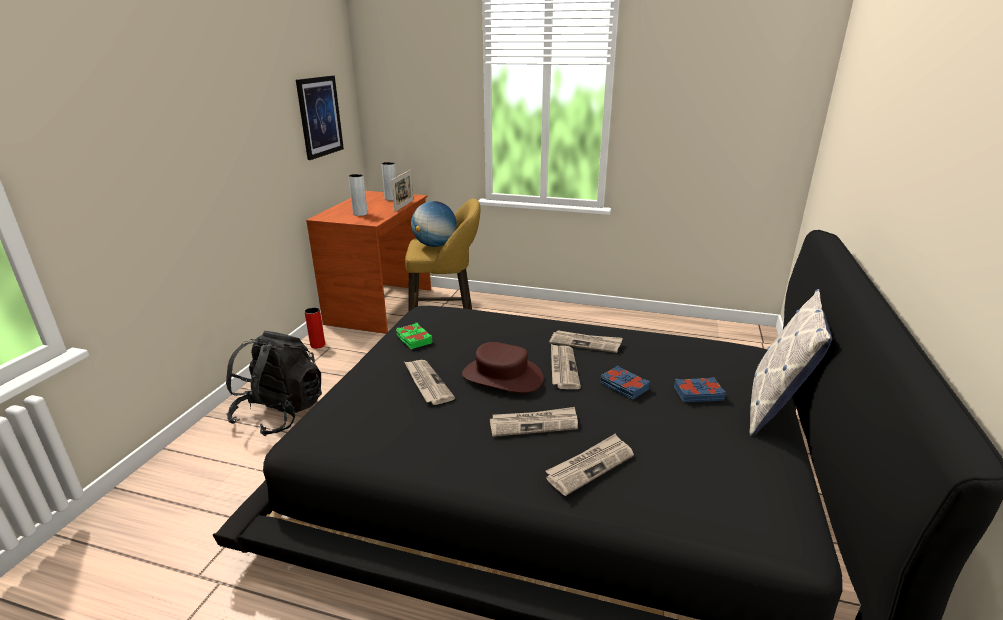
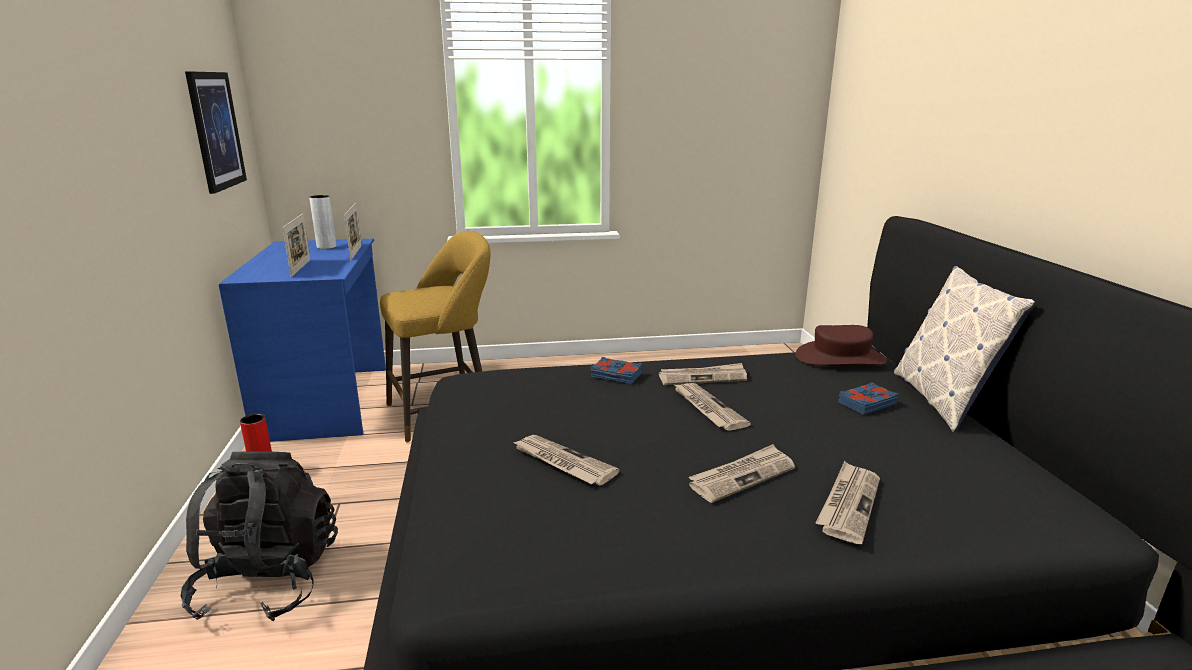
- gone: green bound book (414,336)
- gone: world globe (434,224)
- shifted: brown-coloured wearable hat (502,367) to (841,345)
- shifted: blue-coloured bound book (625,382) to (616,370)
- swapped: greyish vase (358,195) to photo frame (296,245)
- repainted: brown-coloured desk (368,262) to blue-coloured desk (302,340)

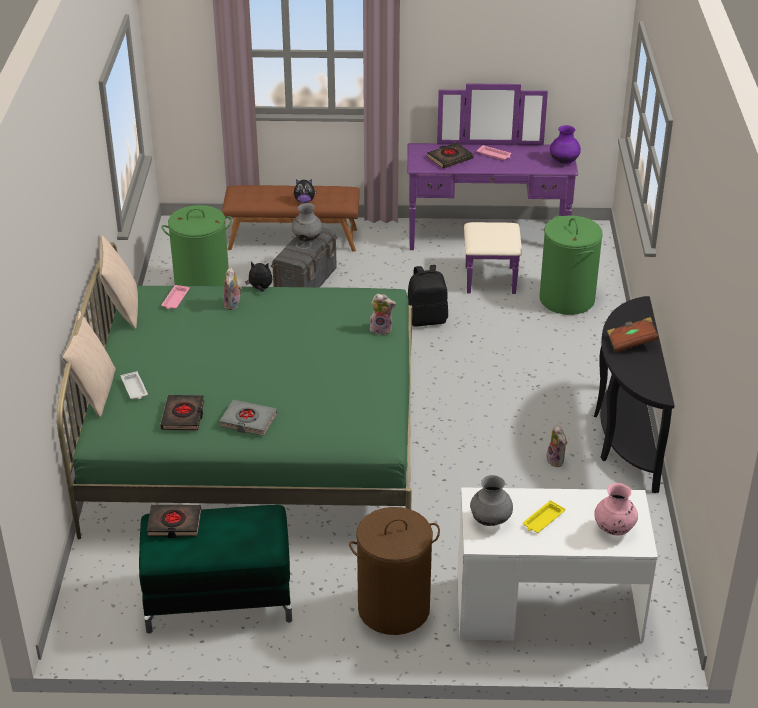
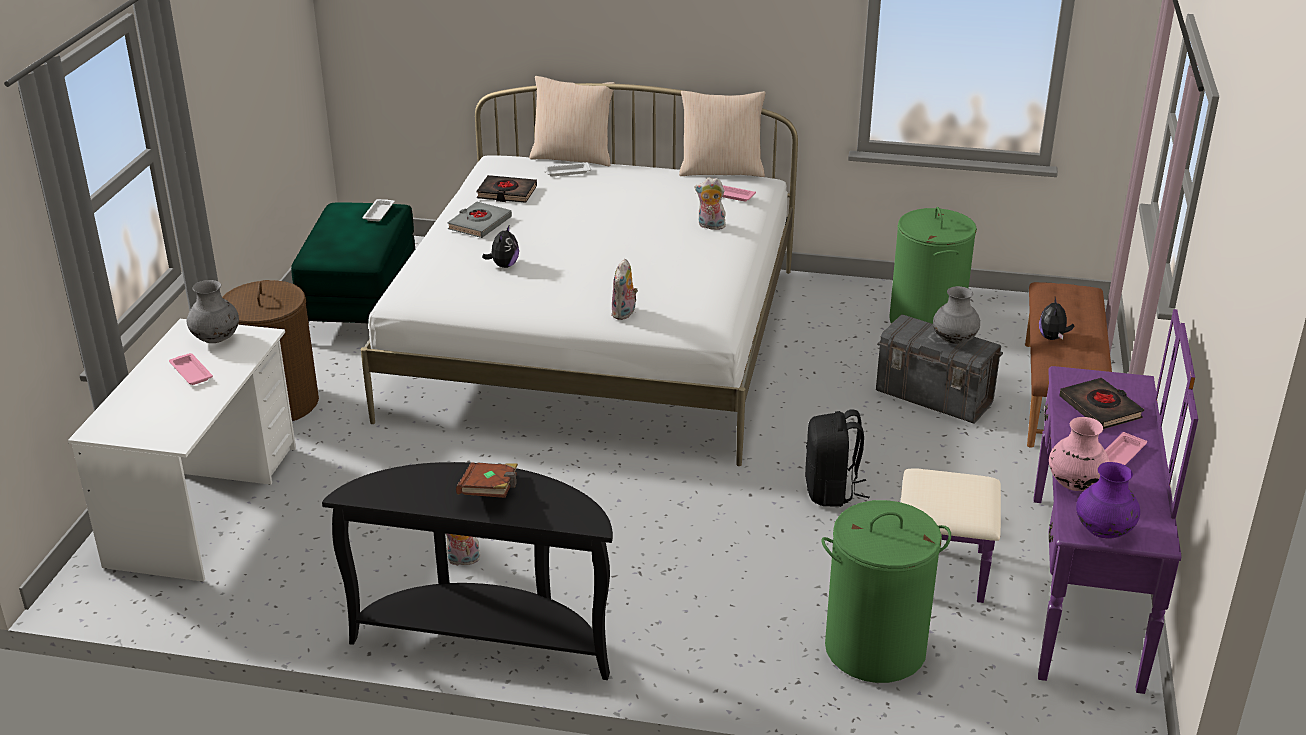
- shifted: soft toy (258,277) to (500,246)
- shifted: pink-coloured vase (616,509) to (1079,454)
- swapped: black bound book (174,521) to whitish serving tray (378,210)
- repainted: green bed (234,390) to whitish bed (579,274)
- repainted: yellowish serving tray (544,516) to pink-coloured serving tray (191,369)

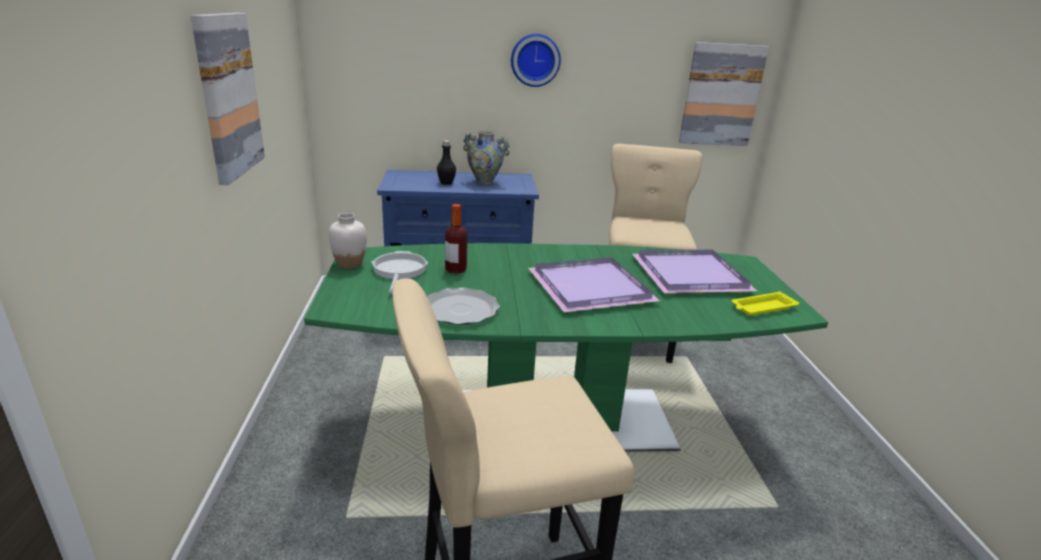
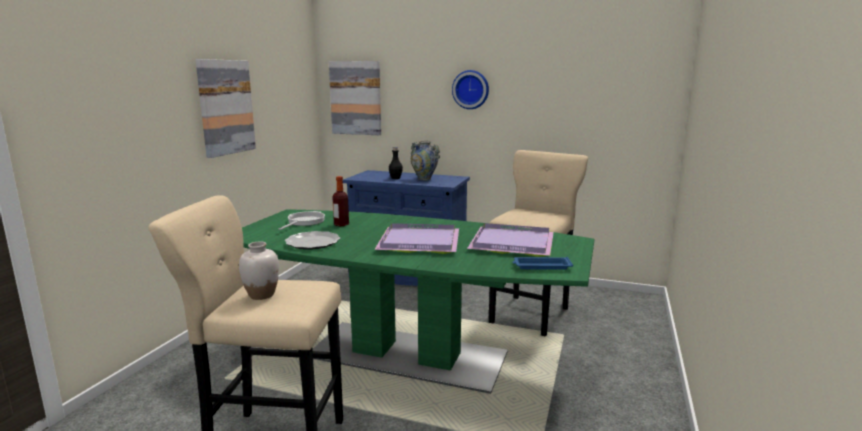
- shifted: whitish vase (348,241) to (259,270)
- shifted: wall picture (724,94) to (355,98)
- repainted: yellowish serving tray (765,303) to blue-coloured serving tray (542,263)

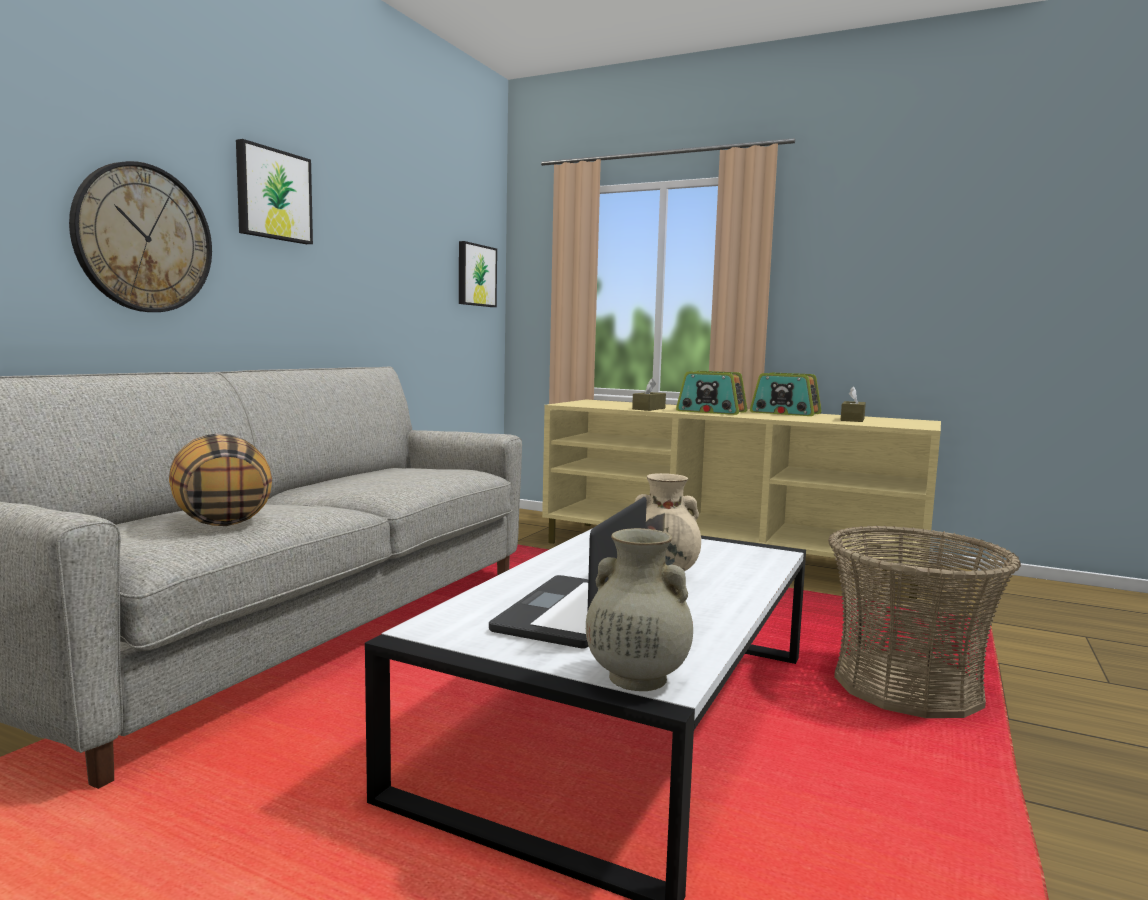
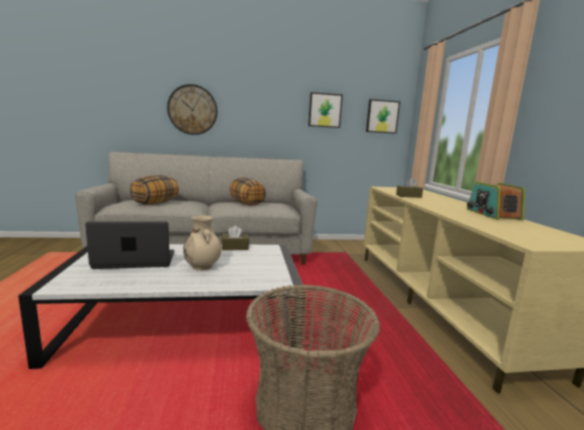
- gone: sand-coloured vase (639,609)
- gone: radio set (711,393)
- new: pillow (248,191)
- shifted: wall picture (274,191) to (325,110)
- shifted: brown-coloured tissue holder (853,404) to (235,238)

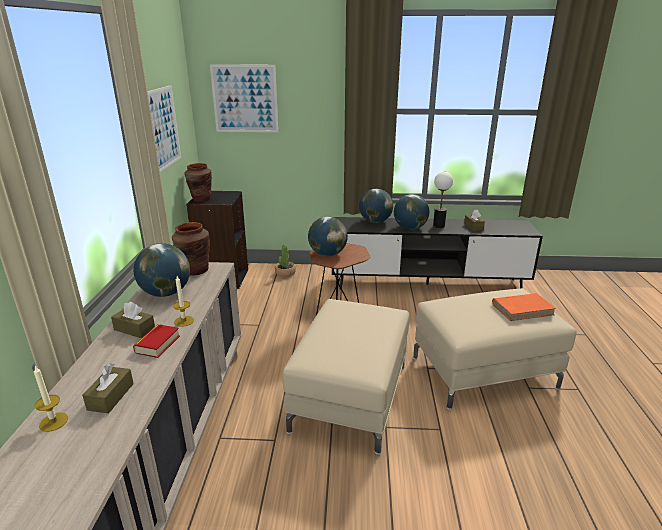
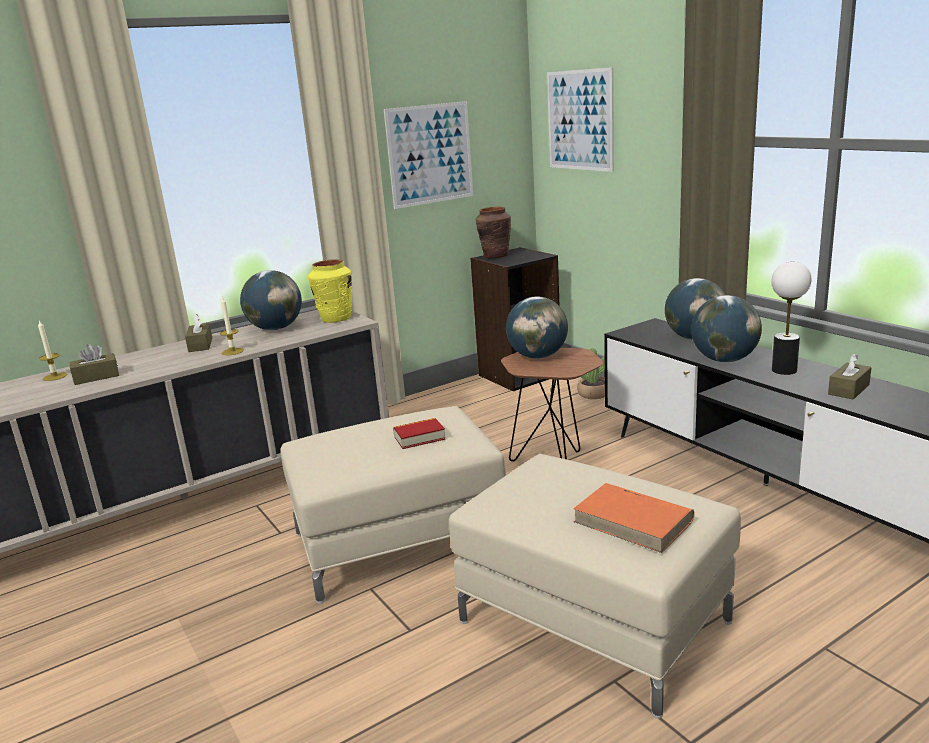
- shifted: bound book (156,341) to (419,433)
- repainted: brown-coloured vase (191,249) to yellowish vase (330,291)

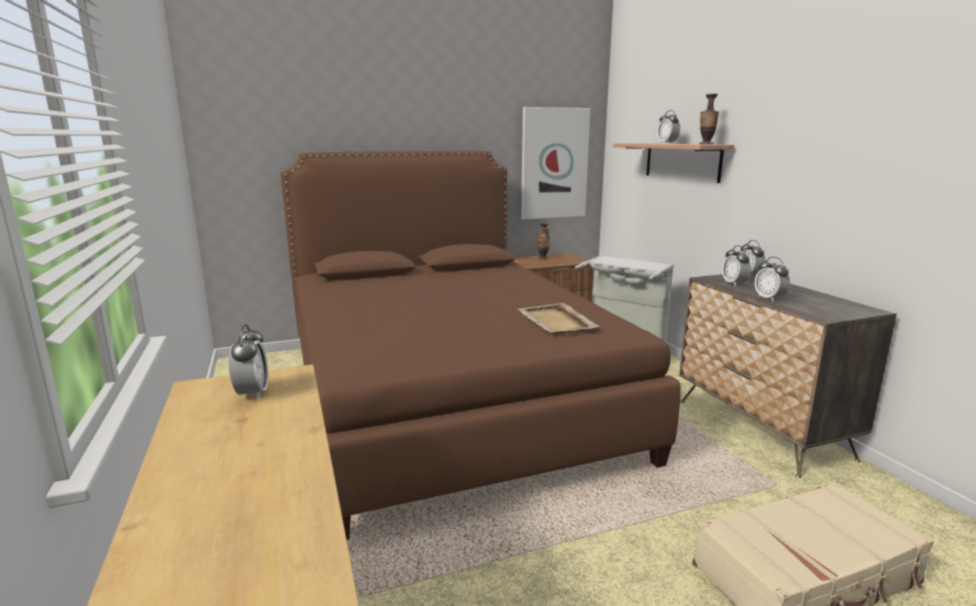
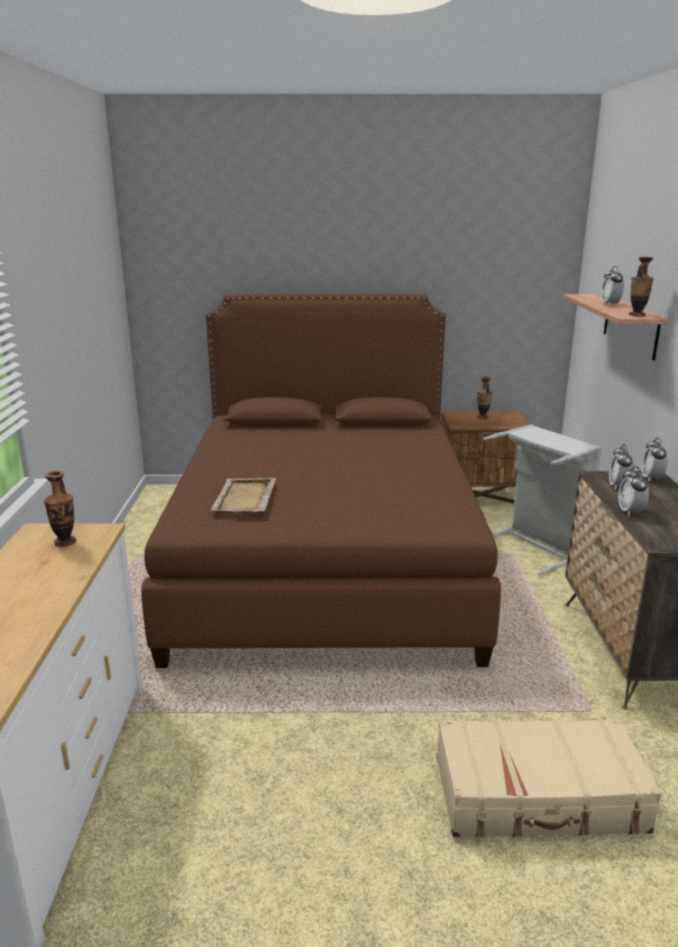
- gone: wall picture (555,163)
- shifted: sand-coloured serving tray (559,318) to (243,495)
- swapped: table clock (248,362) to vase (60,509)

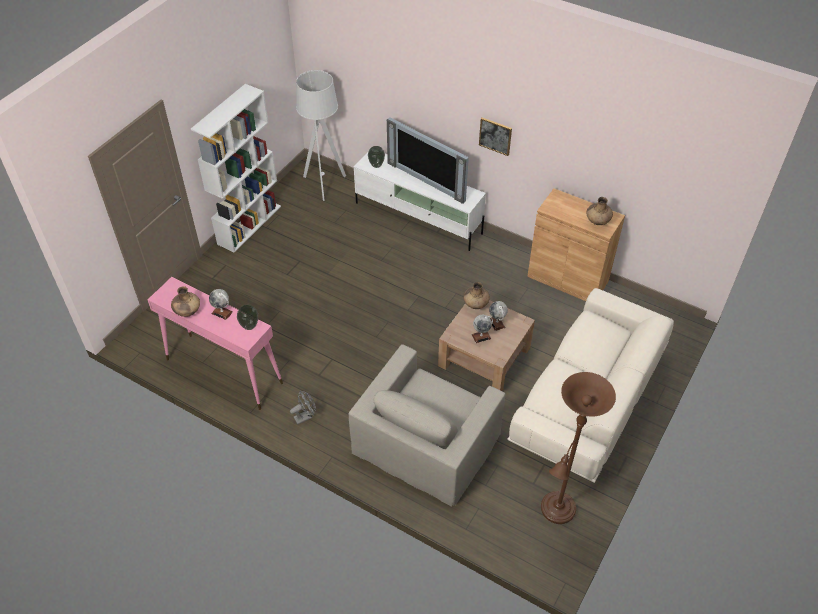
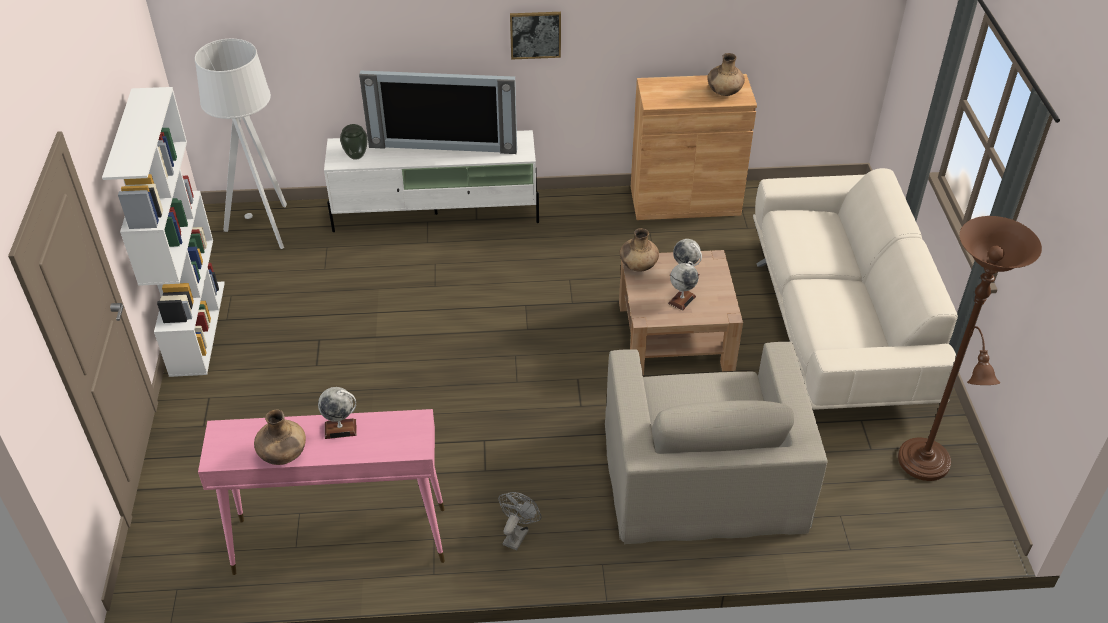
- gone: vase (247,317)

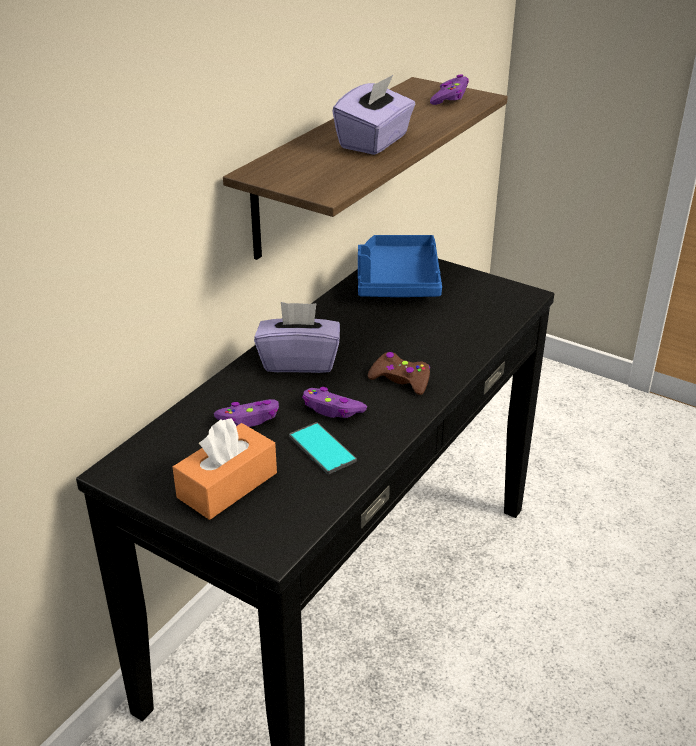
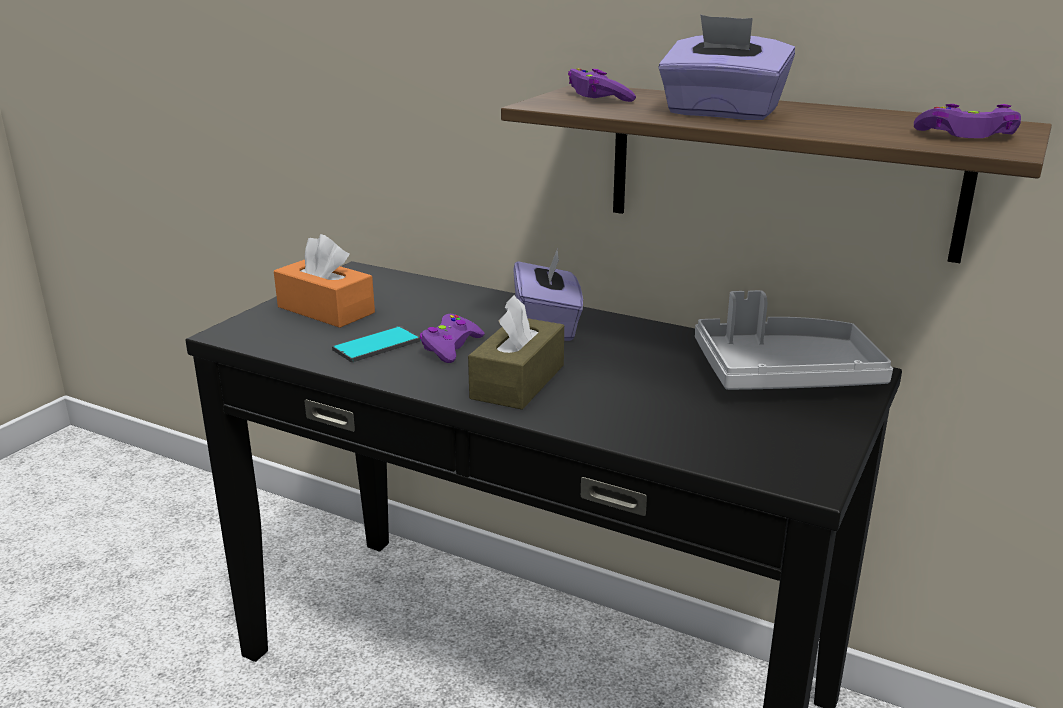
- shifted: purplish joypad (246,413) to (602,85)
- swapped: brown-coloured joypad (399,373) to brown-coloured tissue holder (516,352)
- repainted: blue-coloured serving tray (400,266) to greyish serving tray (794,340)

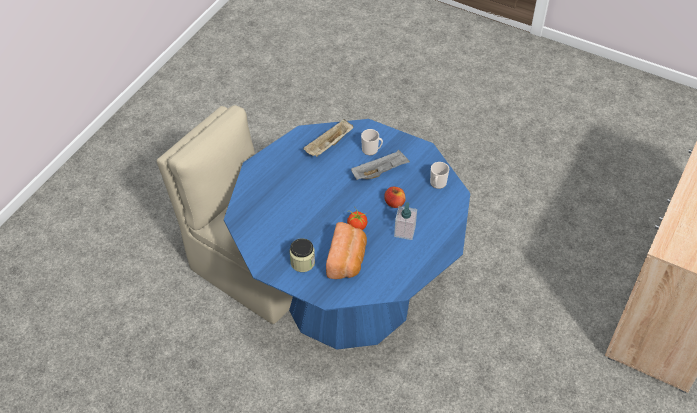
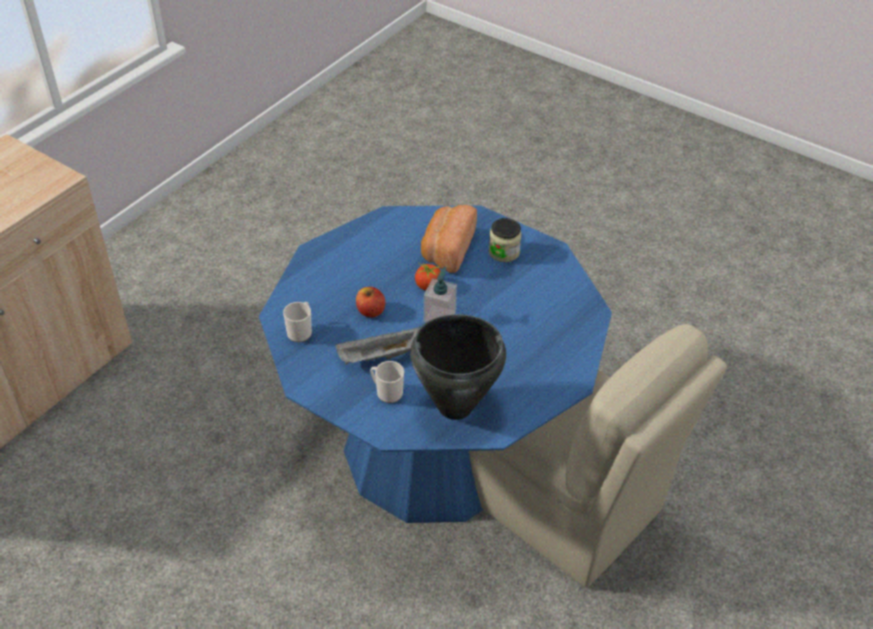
- shifted: liquid soap bottle (405,221) to (440,295)
- swapped: sand-coloured serving tray (328,138) to black cooking pot (458,367)

